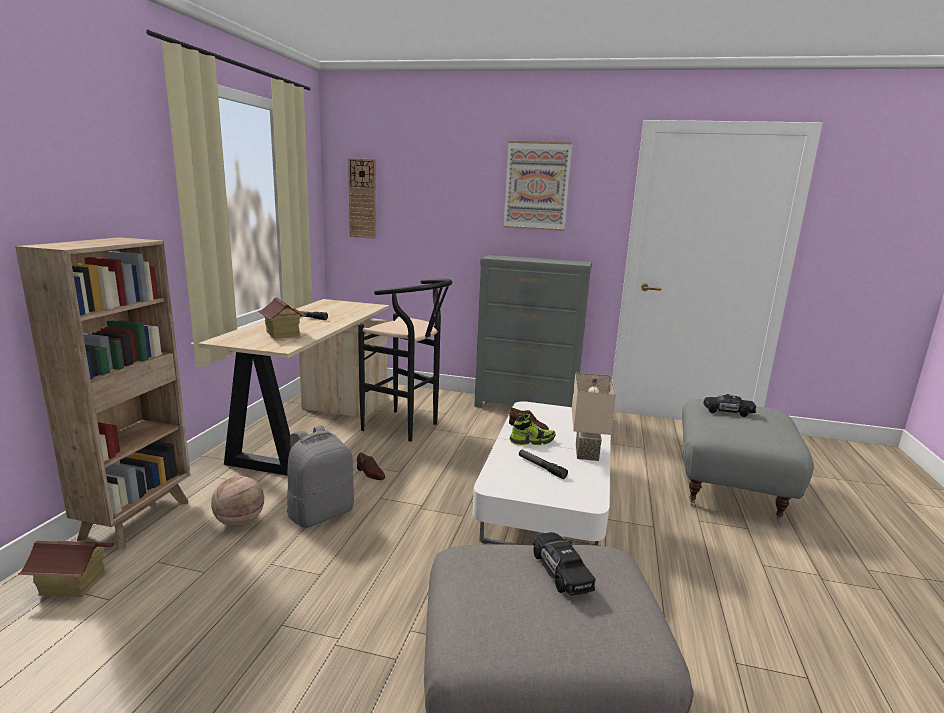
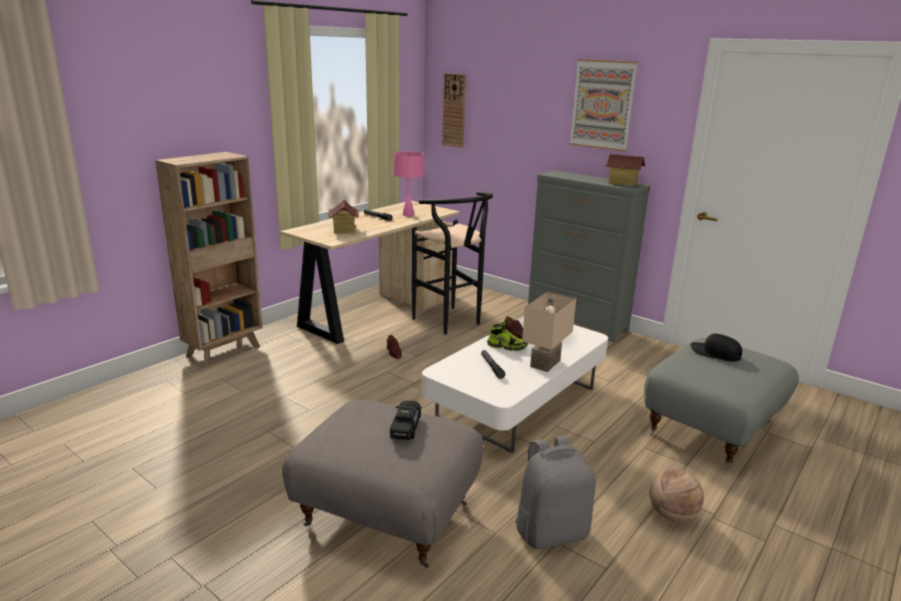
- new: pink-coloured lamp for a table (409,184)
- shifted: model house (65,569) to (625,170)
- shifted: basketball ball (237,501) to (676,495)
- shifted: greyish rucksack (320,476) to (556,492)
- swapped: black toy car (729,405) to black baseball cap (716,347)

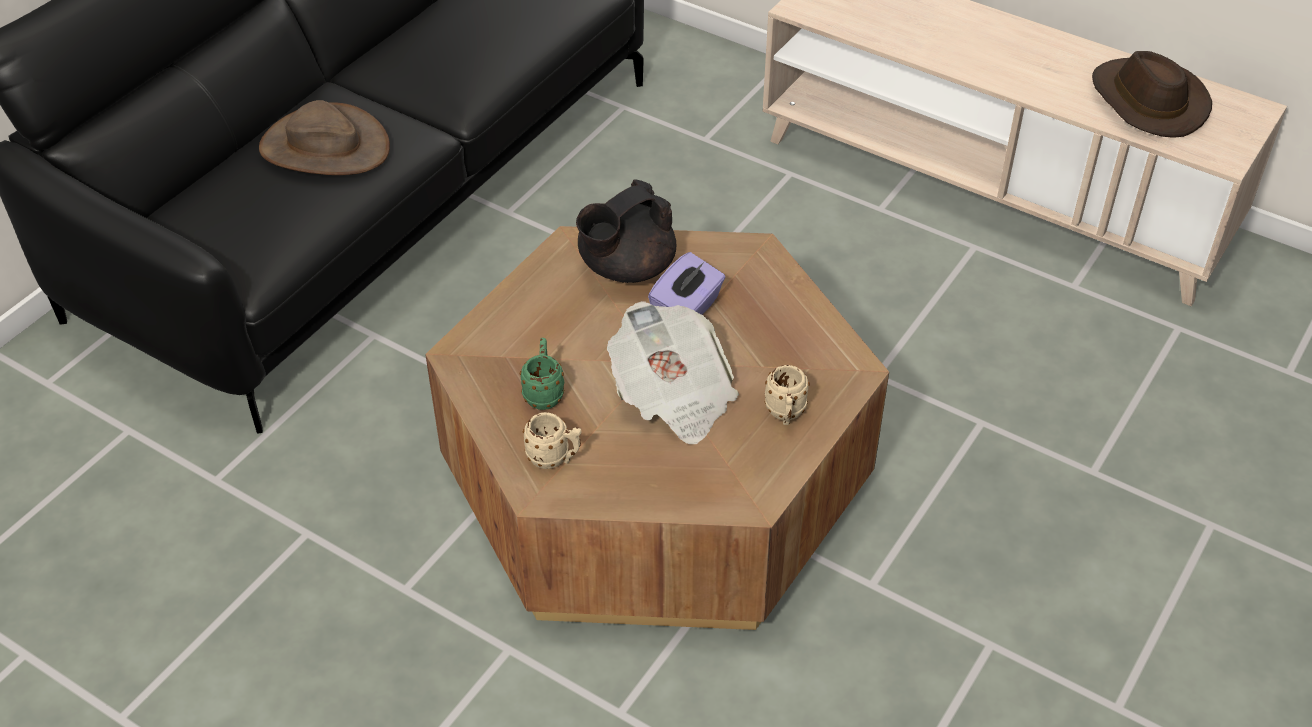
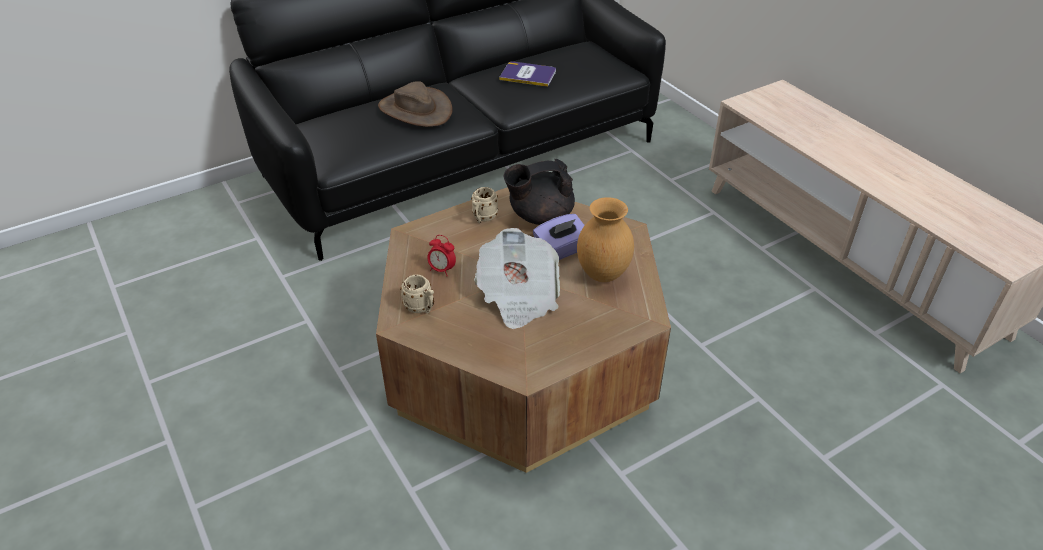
- gone: brown-coloured wearable hat (1152,94)
- new: bound book (527,74)
- new: brown-coloured vase (605,239)
- shifted: sand-coloured tea mug (787,395) to (484,205)
- swapped: green tea mug (542,374) to table clock (441,255)

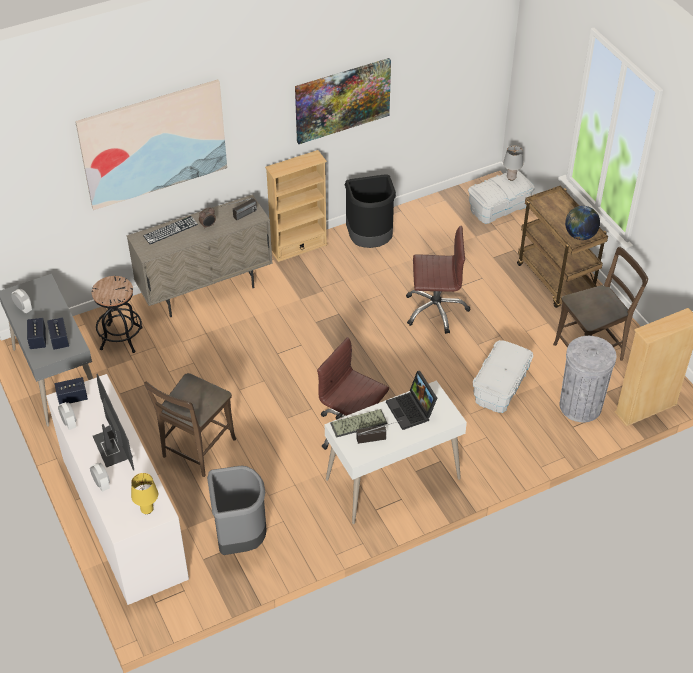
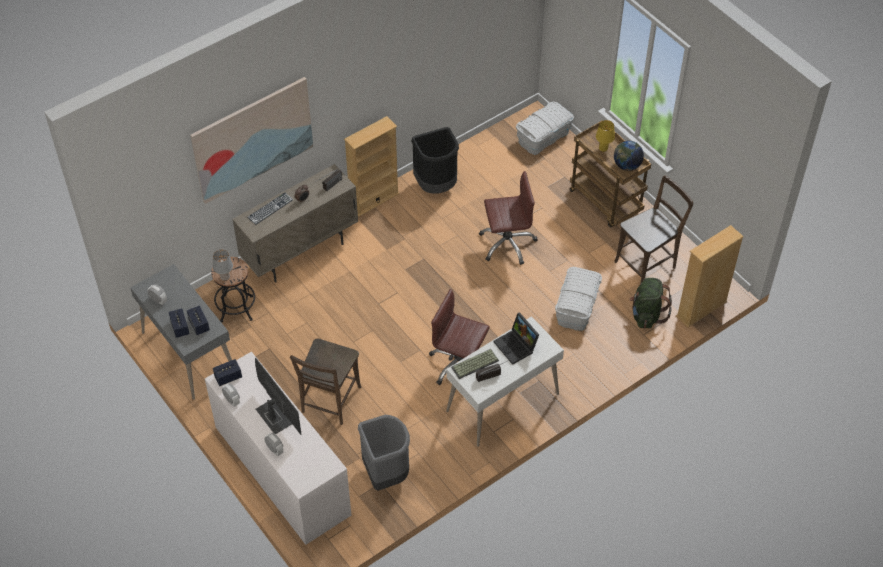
- gone: wall picture (343,101)
- shifted: yellowish lamp for a table (144,493) to (605,136)
- shifted: greyish lamp for a table (513,163) to (223,265)
- swapped: greyish waste bin (588,379) to green rucksack (651,303)

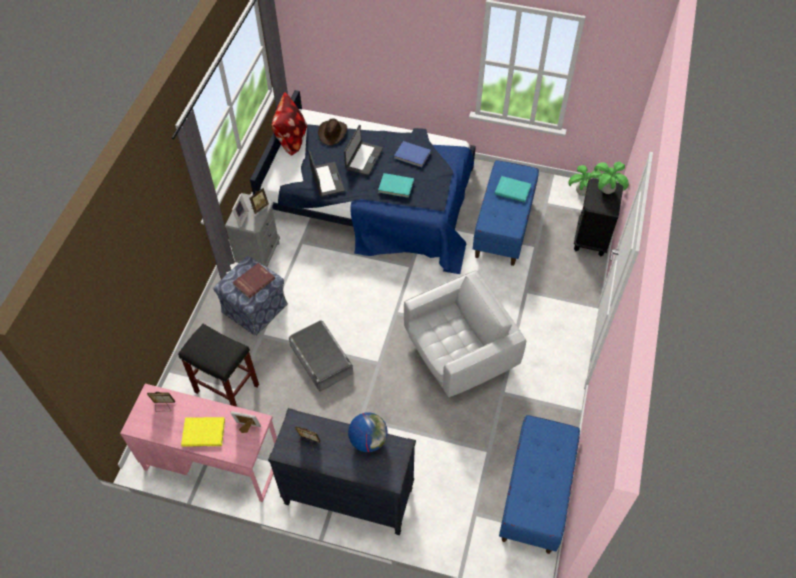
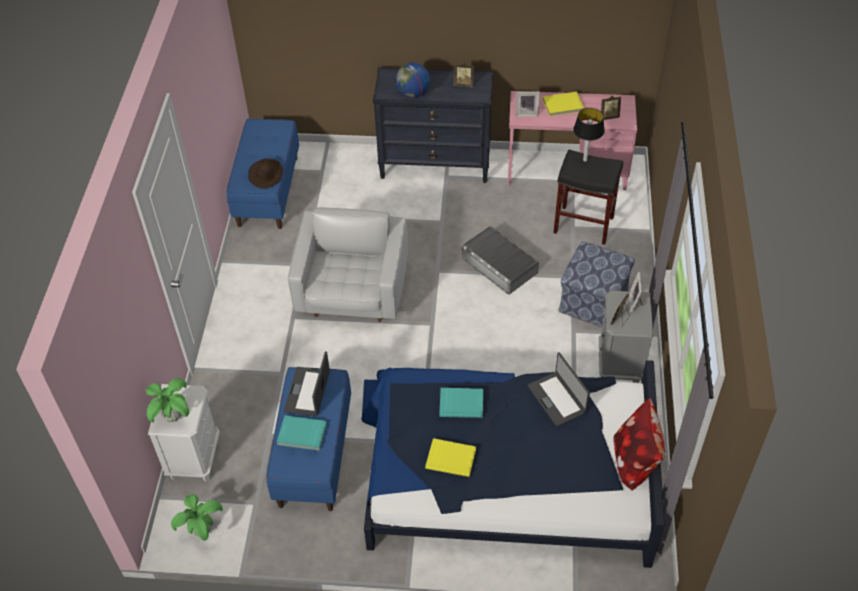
- gone: red bound book (254,281)
- new: lamp for a table (589,135)
- shifted: brown-coloured wearable hat (332,132) to (265,173)
- shifted: notebook computer (363,150) to (307,383)
- repainted: blue-coloured bound book (412,154) to yellowish bound book (450,457)
- repainted: black bedside table (598,217) to whitish bedside table (184,433)
- rotated: whitish lounge chair (465,333) = (348,264) 135 degrees clockwise

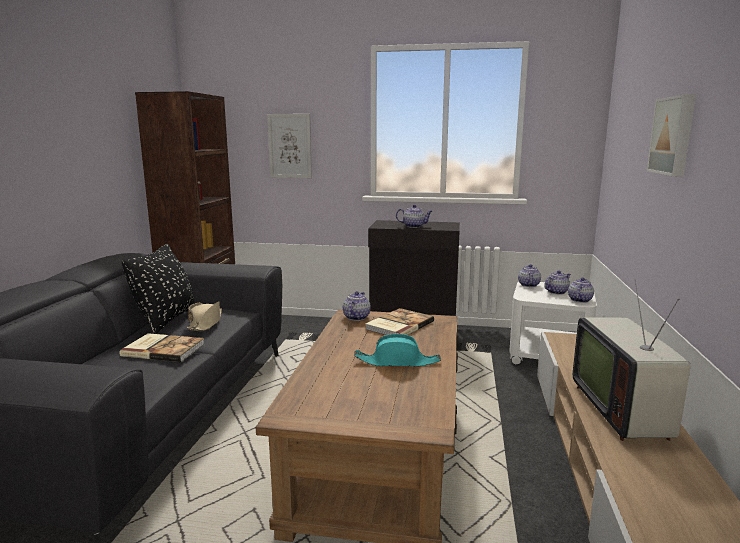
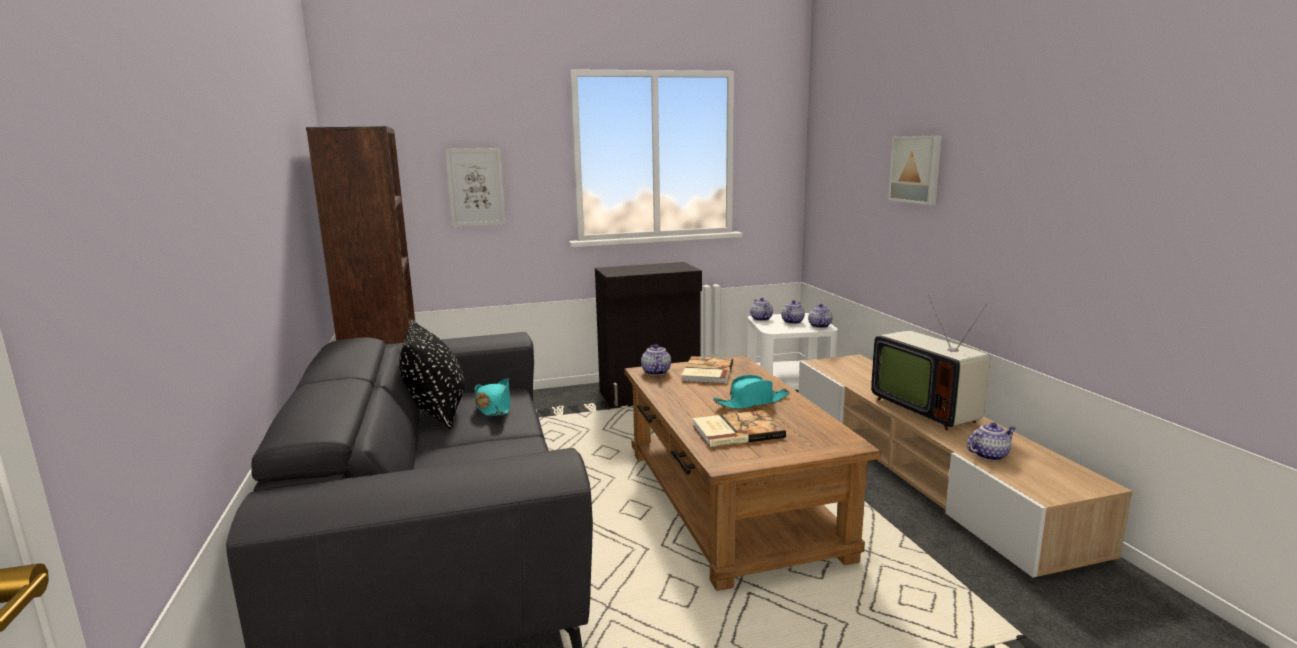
- shifted: bound book (162,347) to (739,428)
- shifted: tea pot (414,216) to (991,441)
- repainted: sand-coloured wearable hat (204,316) to turquoise wearable hat (492,397)

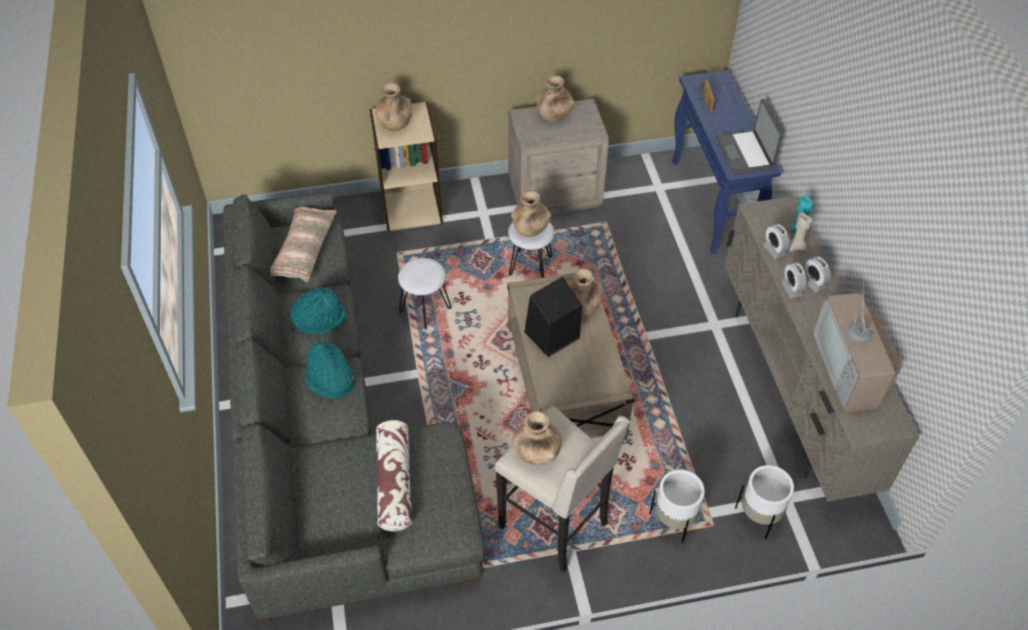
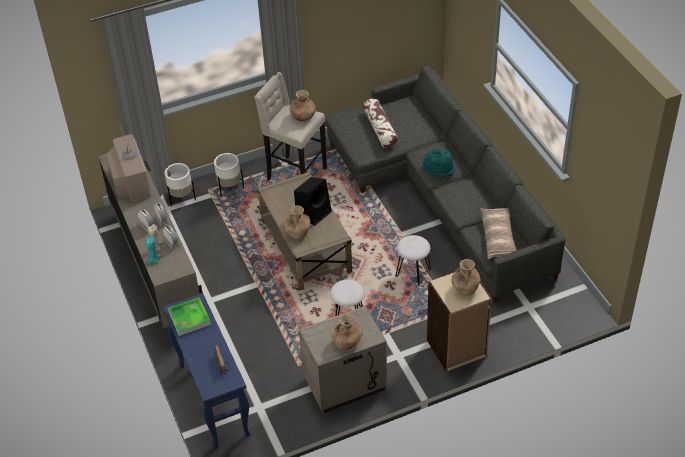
- gone: turquoise wearable hat (318,310)
- gone: brown-coloured vase (531,214)
- swapped: notebook computer (749,136) to serving tray (189,316)

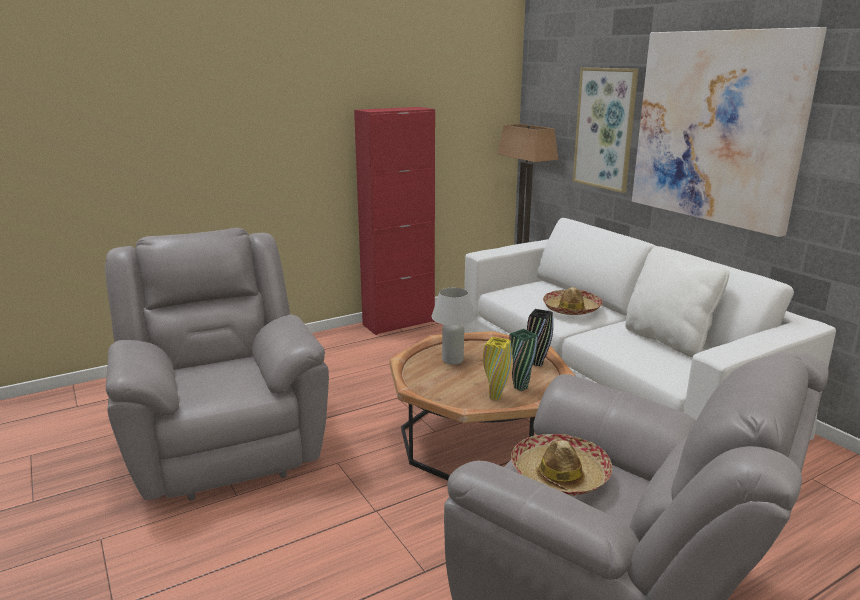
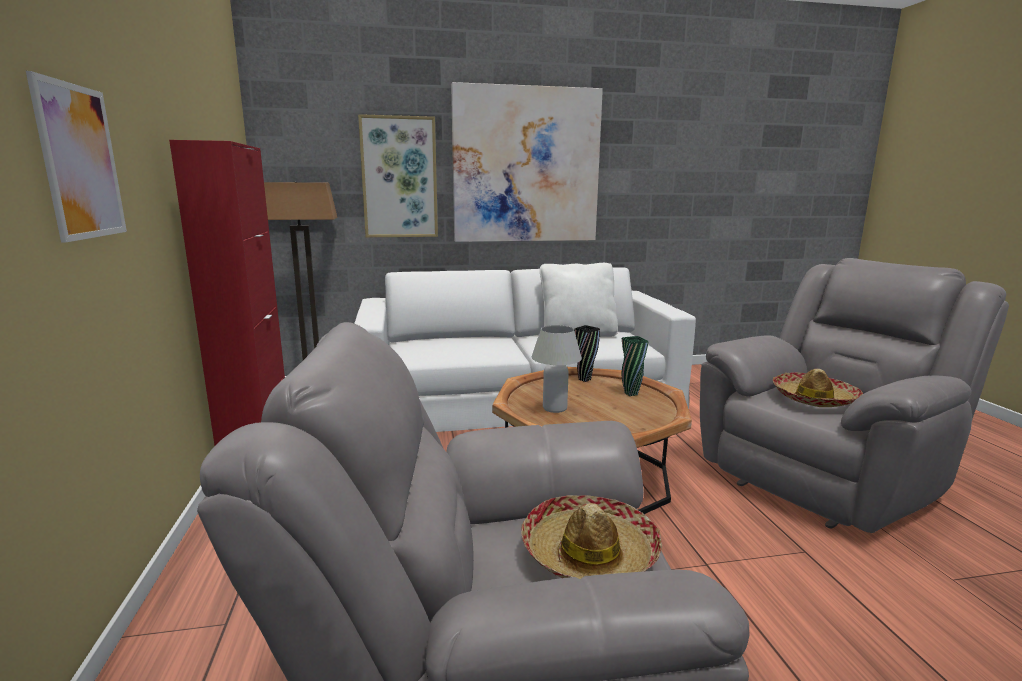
- gone: yellowish vase (497,368)
- new: wall picture (76,157)
- shifted: wearable hat (573,301) to (591,537)

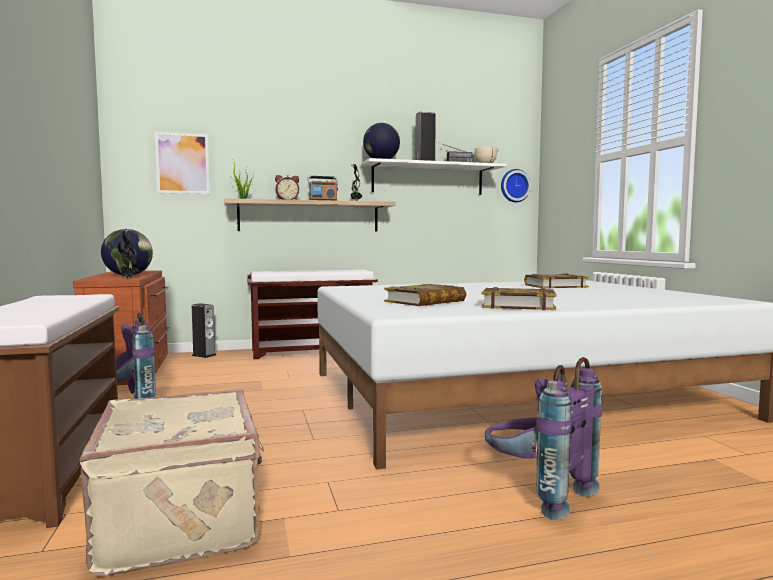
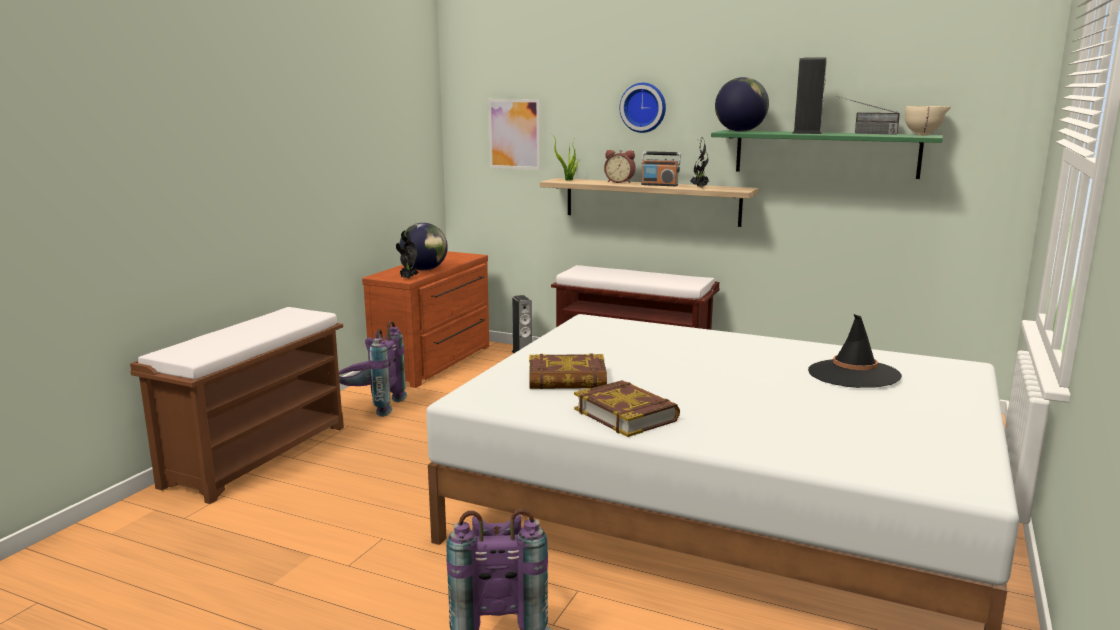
- gone: sand-coloured piece of luggage (171,482)
- shifted: wall clock (516,185) to (643,108)
- swapped: bound book (556,281) to black wearable hat (855,351)
- repainted: whitish wall shelf (433,176) to green wall shelf (827,154)

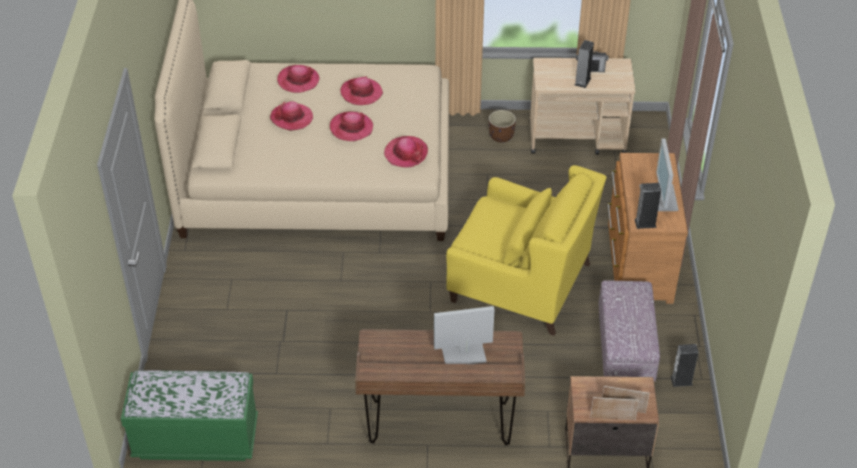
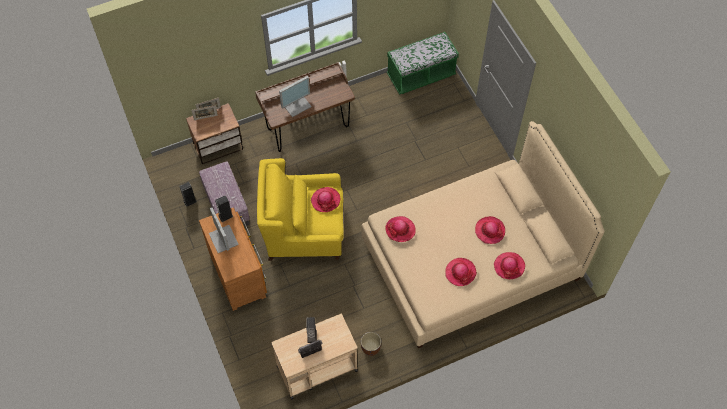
- shifted: wearable hat (351,126) to (325,199)

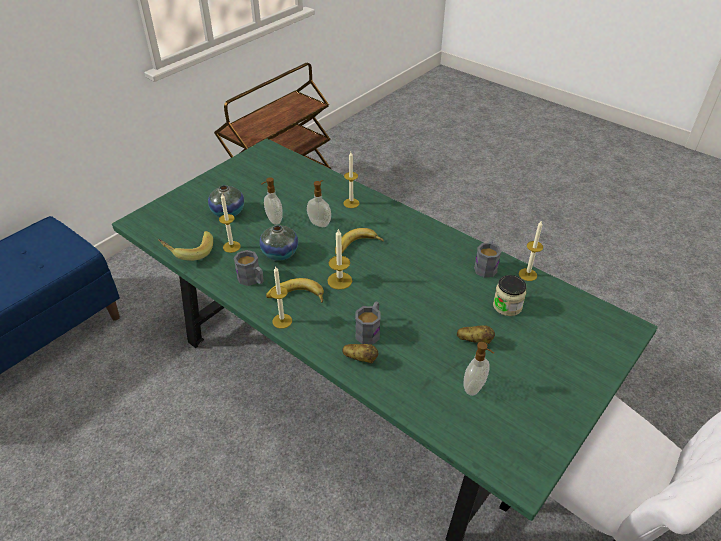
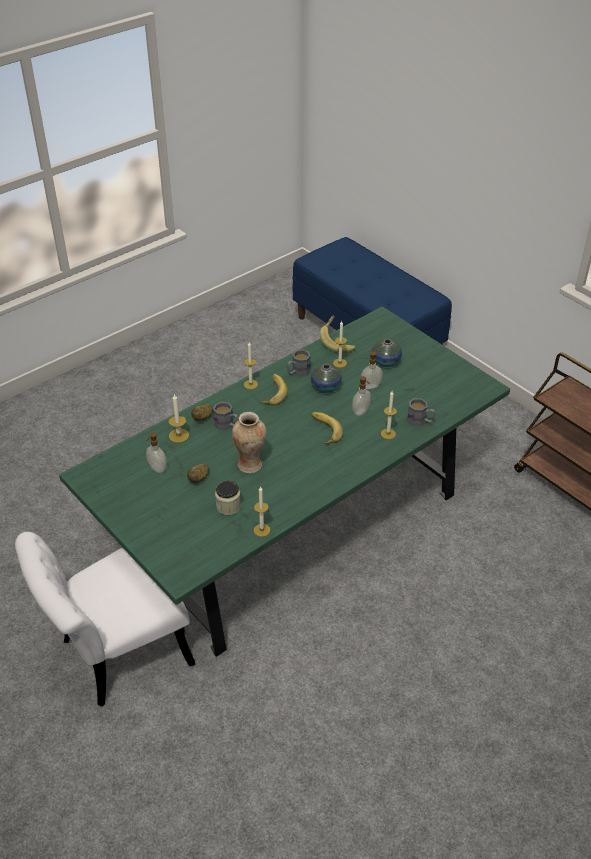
- new: vase (249,442)
- shifted: wax candle (339,259) to (179,418)
- shifted: greyish tea mug (487,258) to (421,412)

